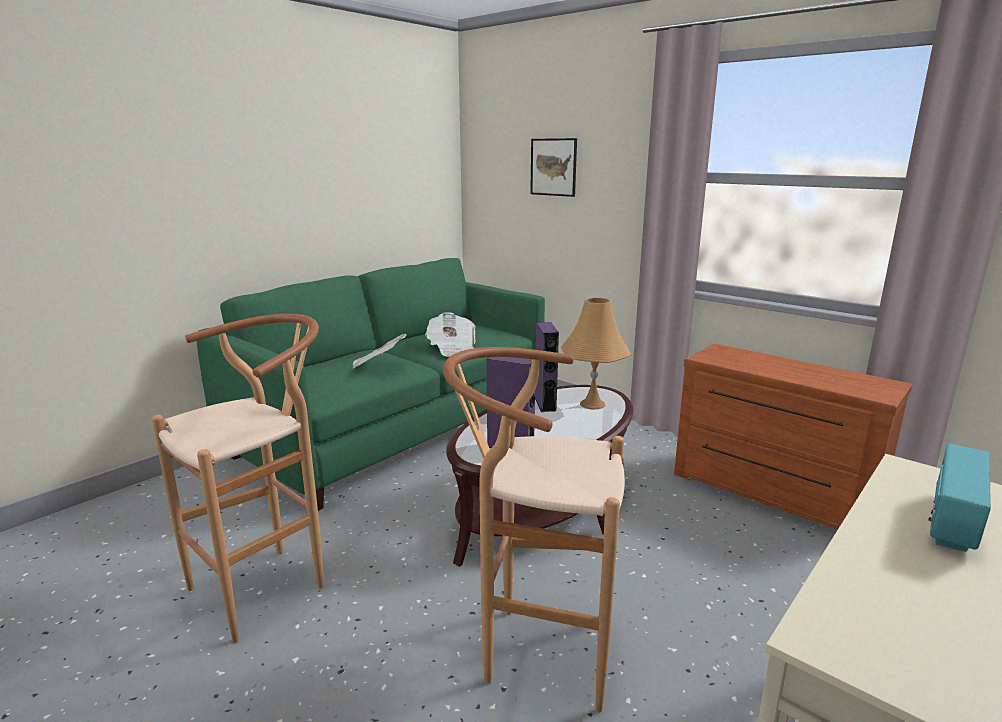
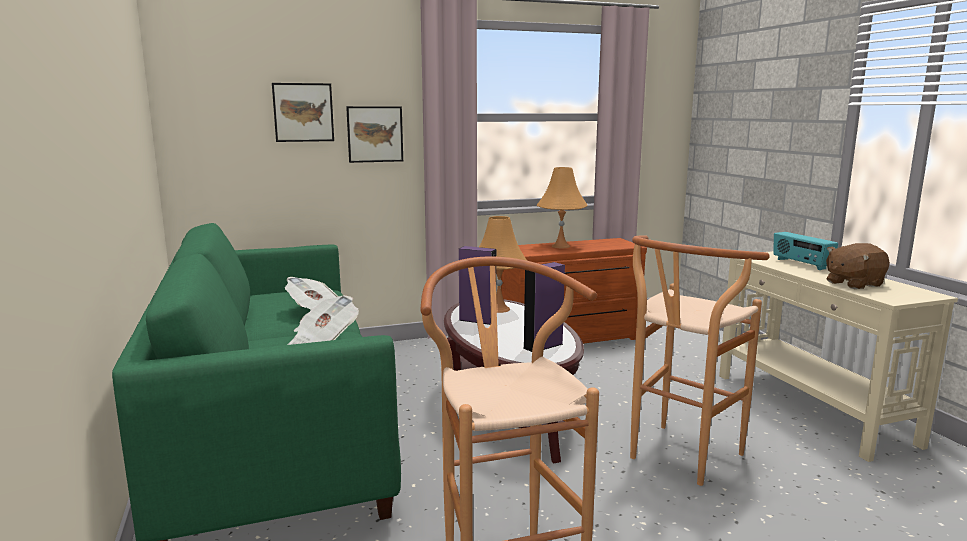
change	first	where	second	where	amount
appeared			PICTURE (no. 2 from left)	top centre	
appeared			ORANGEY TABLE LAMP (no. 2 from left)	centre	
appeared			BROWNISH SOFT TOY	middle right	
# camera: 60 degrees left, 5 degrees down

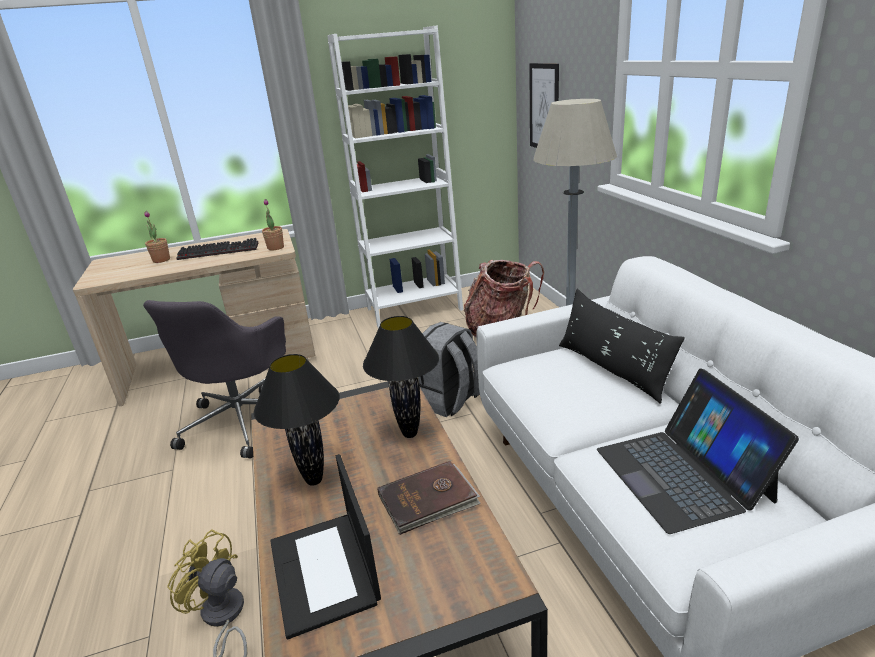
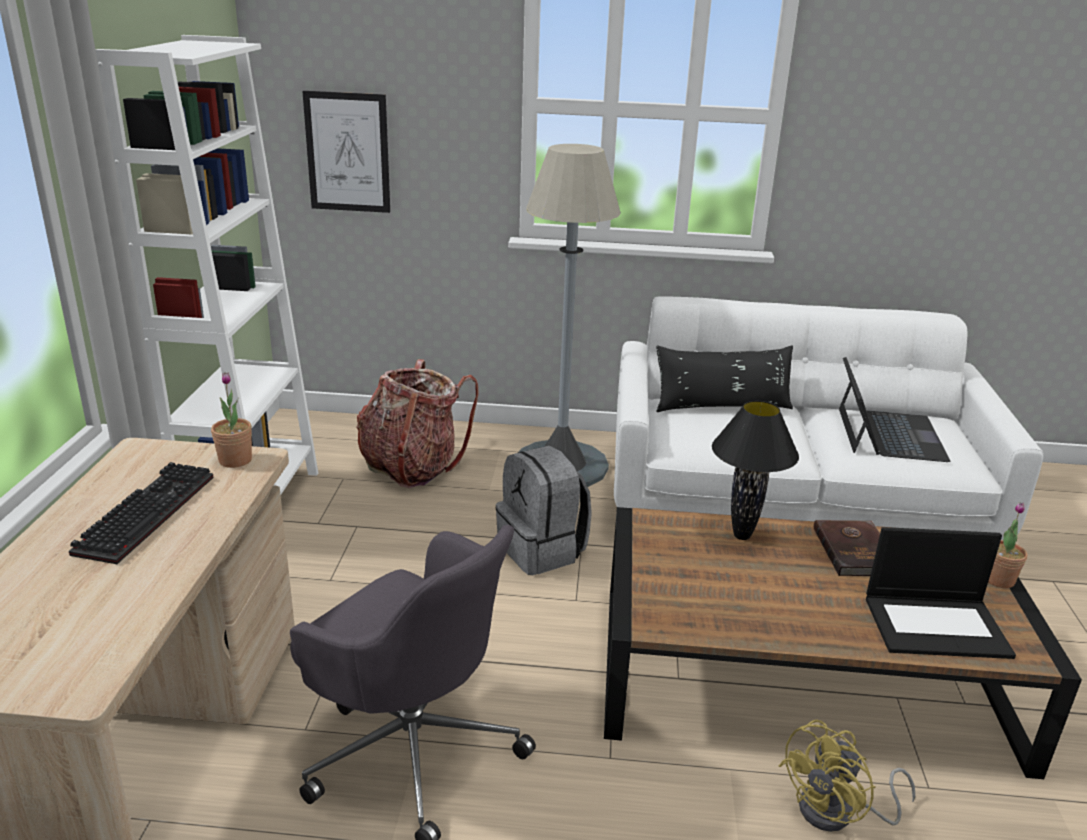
change	first	where	second	where	amount
missing	BLACK-COLOURED TABLE LAMP (no. 1 from left)	centre			
relocated	HOUSEPLANT (no. 1 from left in the first image)	middle left	HOUSEPLANT (no. 2 from left)	middle right	
spun	PORTABLE COMPUTER (no. 2 from left in the first image)	bottom right	PORTABLE COMPUTER (no. 1 from left)	middle right	90 degrees counterclockwise
# camera: 70 degrees left, 0 degrees up

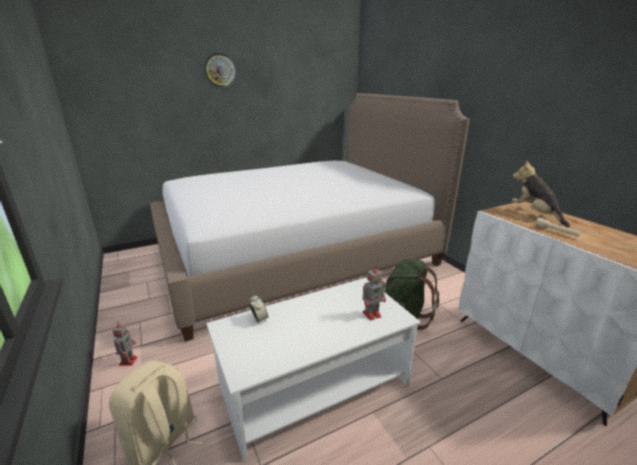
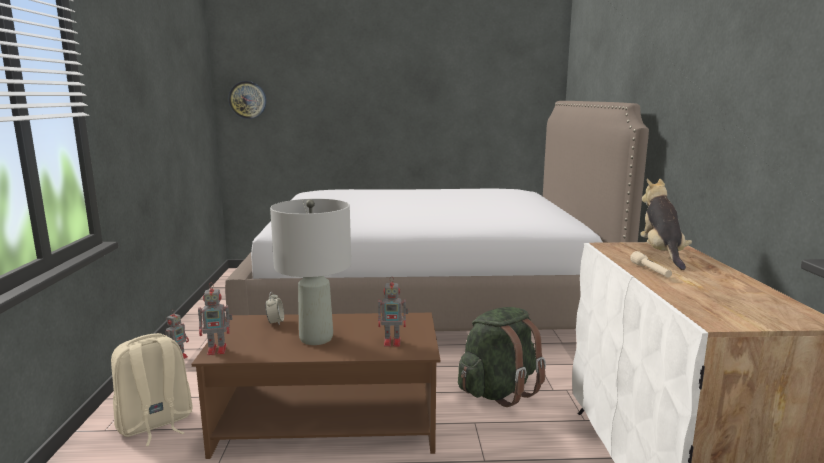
change	first	where	second	where	amount
appeared			ROBOT FIGURE (no. 2 from left)	bottom left	
appeared			GRAY TABLE LAMP	centre	
relocated	HANGING CLOCK	top centre		top left	
colour	WHITE LOUNGE TABLE	bottom centre	BROWNISH LOUNGE TABLE	bottom centre	
# camera: 25 degrees right, 10 degrees down

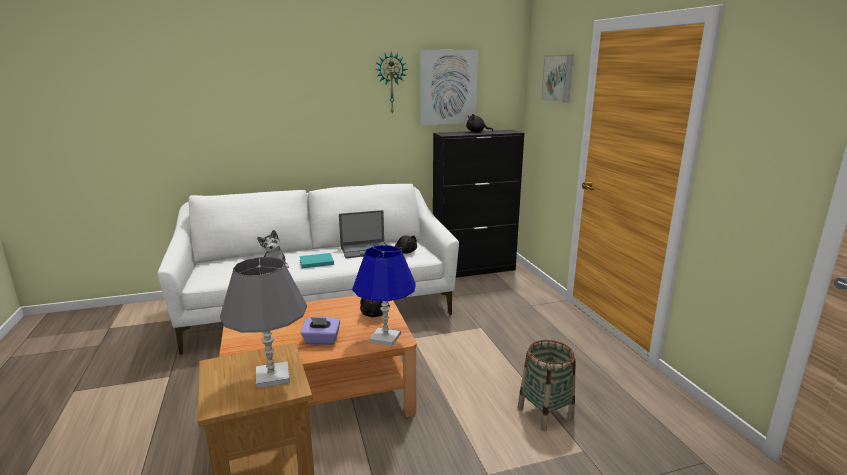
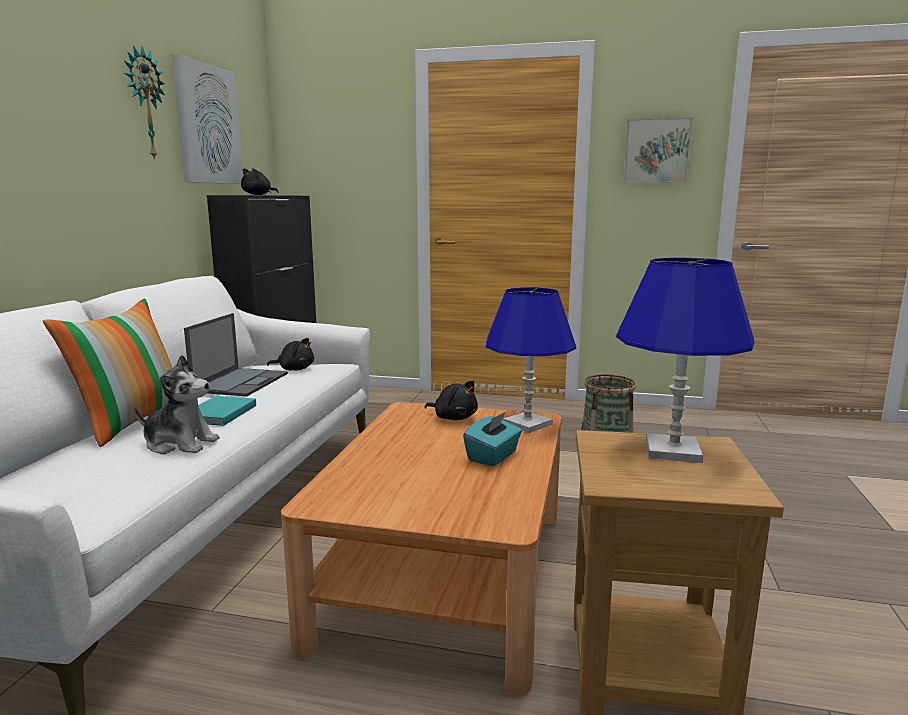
change	first	where	second	where	amount
appeared			THROW PILLOW	middle left	
relocated	PICTURE (no. 2 from left)	top centre		top right	
colour	GRAY TABLE LAMP	bottom left	BLUE TABLE LAMP (no. 2 from left)	middle right	
colour	PURPLE TISSUE HOLDER	bottom centre	TURQUOISE-COLOURED TISSUE HOLDER	centre	
# camera: 60 degrees left, 5 degrees down

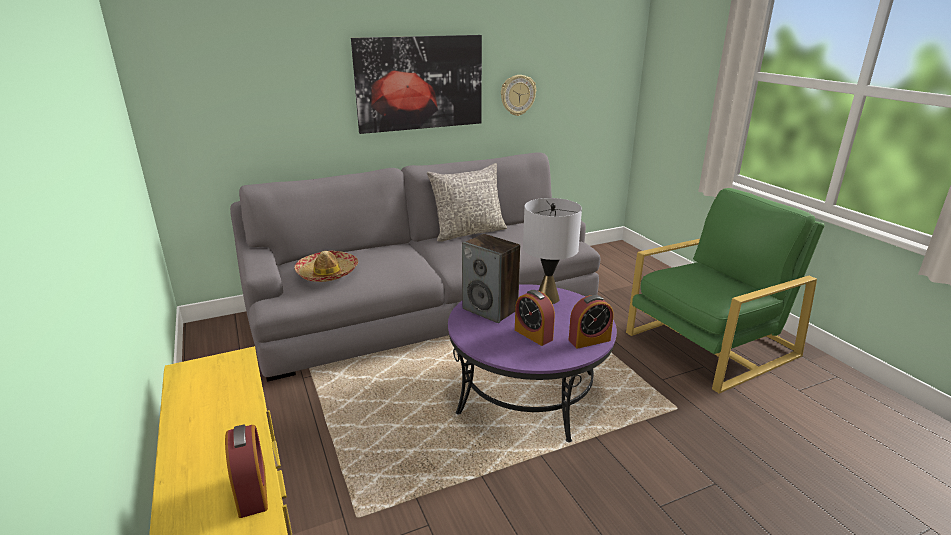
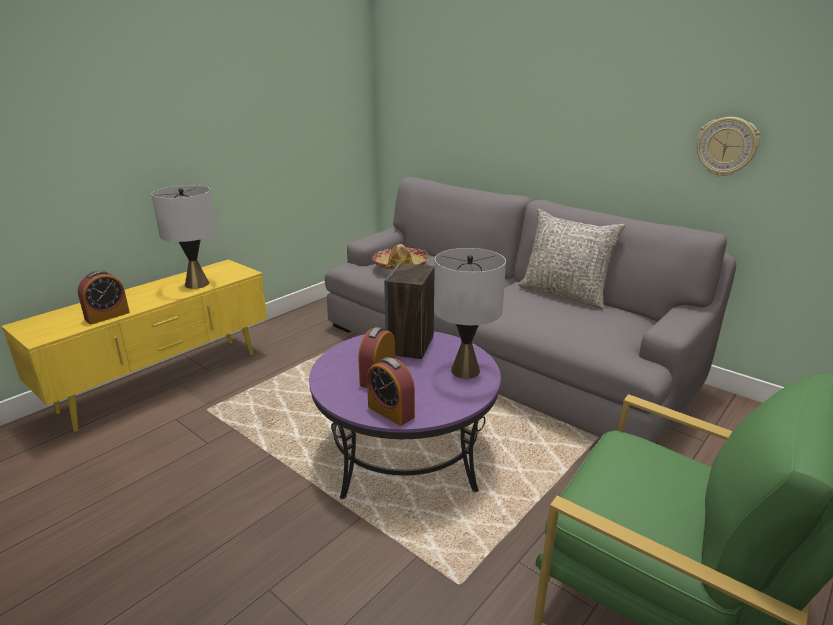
change	first	where	second	where	amount
missing	PICTURE	top centre			
appeared			GRAY TABLE LAMP (no. 1 from left)	middle left	
# camera: 65 degrees right, 0 degrees up

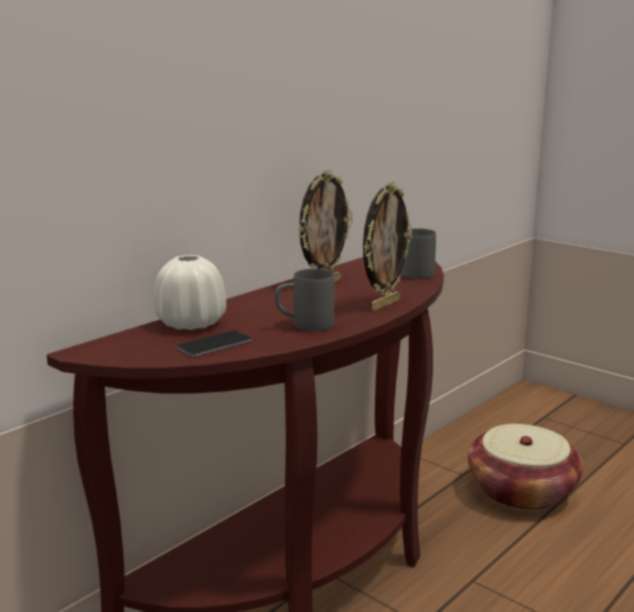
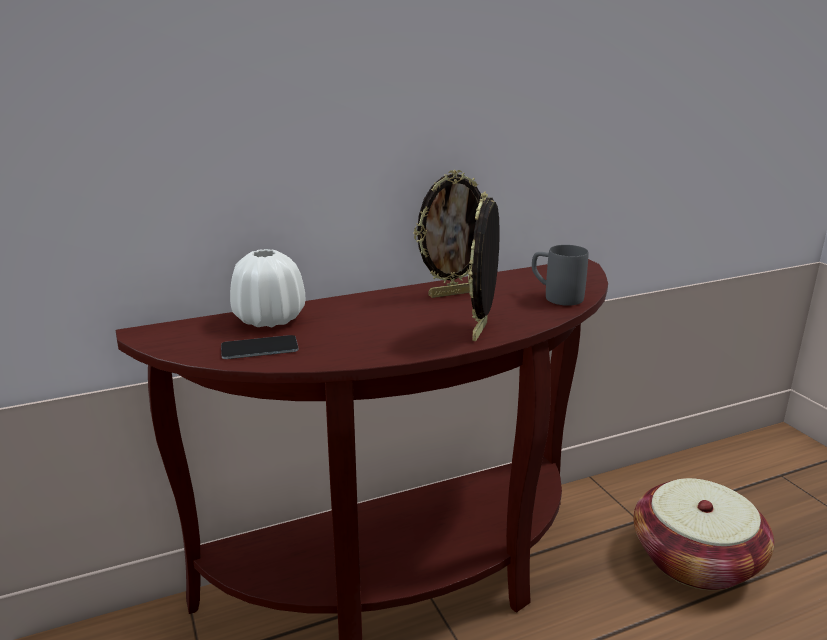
change	first	where	second	where	amount
missing	GRAY TEA MUG (no. 1 from left)	centre			
spun	PHOTO FRAME (no. 2 from left)	centre		centre	135 degrees clockwise
# camera: 25 degrees right, 5 degrees up

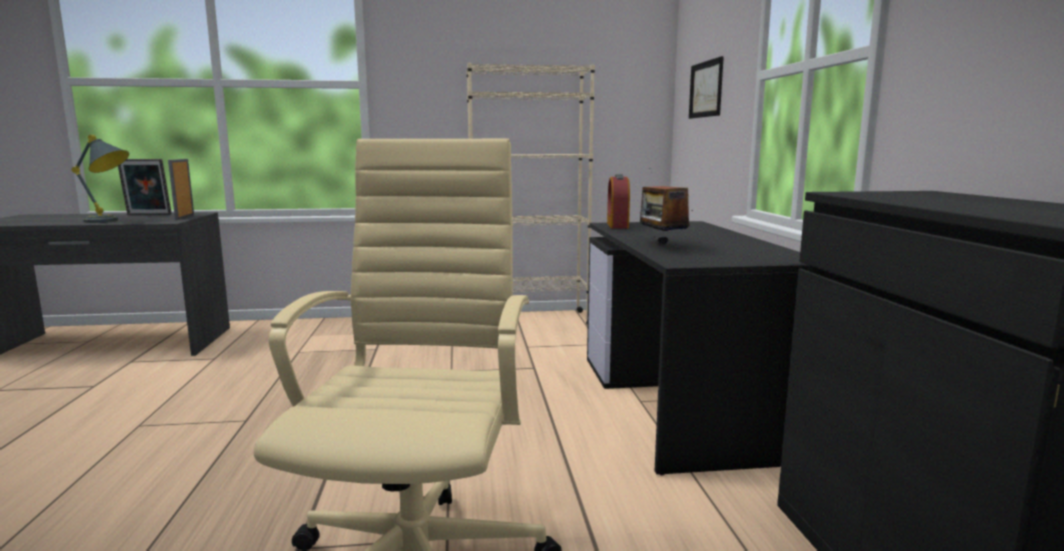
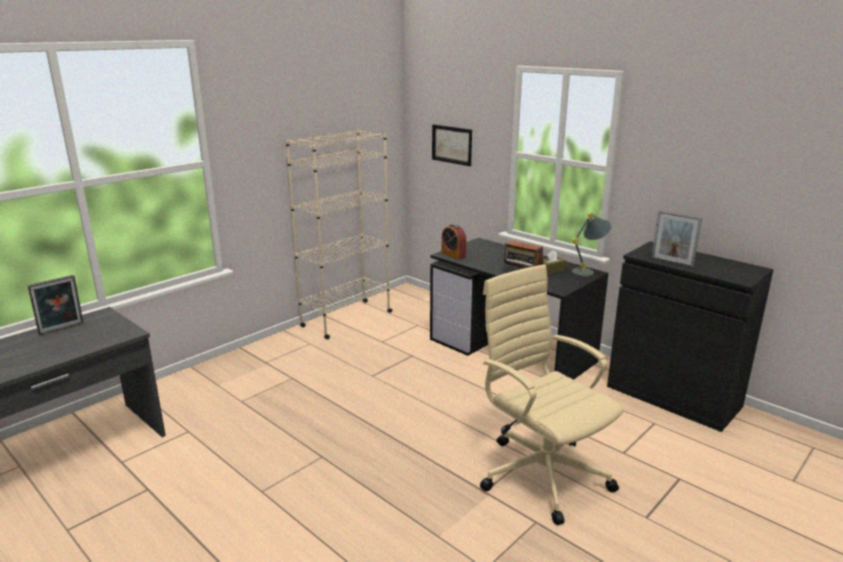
change	first	where	second	where	amount
appeared			BROWNISH TISSUE HOLDER	centre	
relocated	GRAY TABLE LAMP	top left		middle right	
relocated	PHOTO FRAME (no. 2 from left)	middle left		middle right	
# camera: 40 degrees left, 10 degrees up

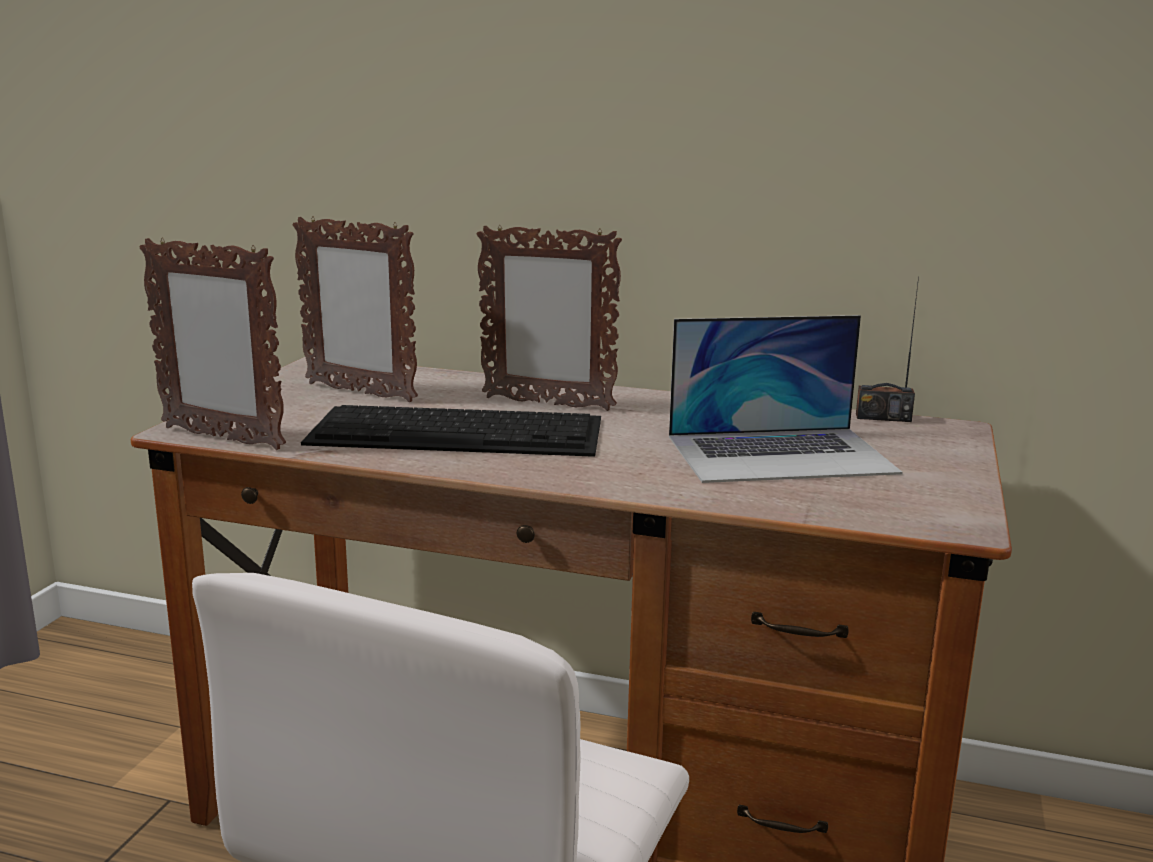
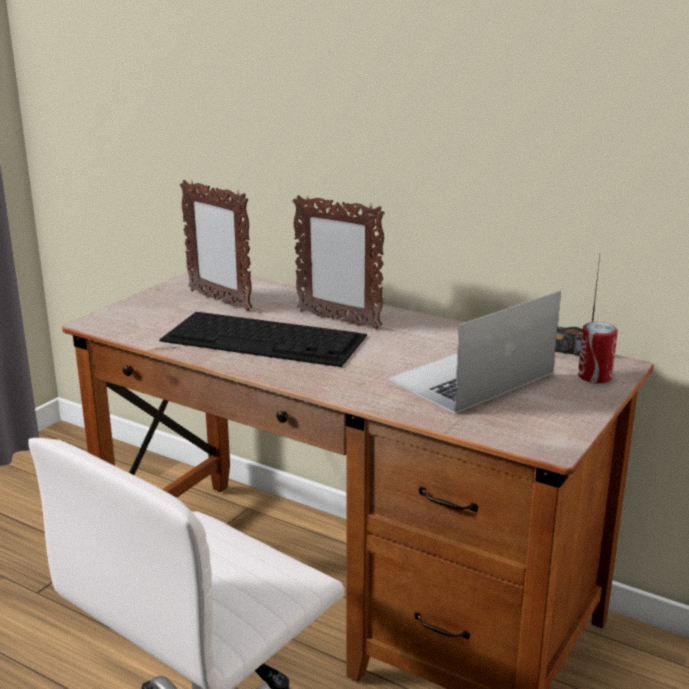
change	first	where	second	where	amount
missing	PHOTO FRAME (no. 1 from left)	middle left			
appeared			METAL CAN	middle right	
spun	PORTABLE COMPUTER	middle right		middle right	135 degrees clockwise
# camera: 15 degrees right, 5 degrees up

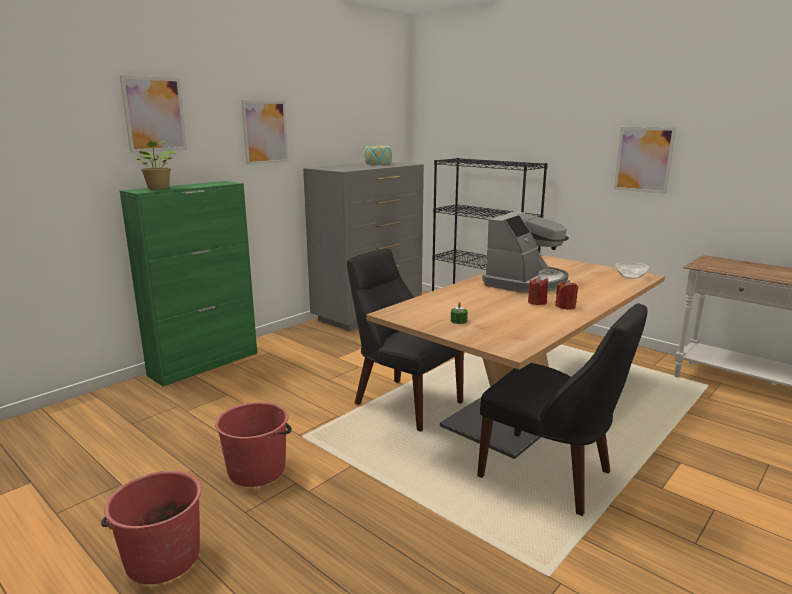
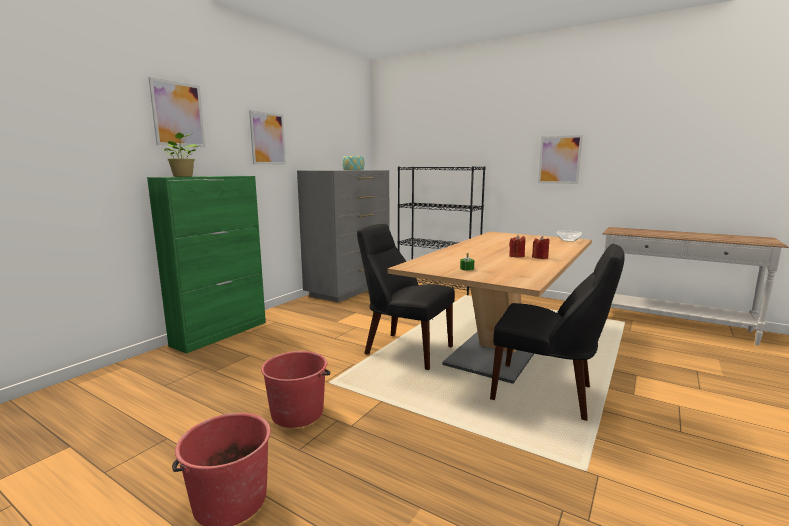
change	first	where	second	where	amount
missing	COFFEE BREWER	centre			
# camera: 10 degrees left, 5 degrees down

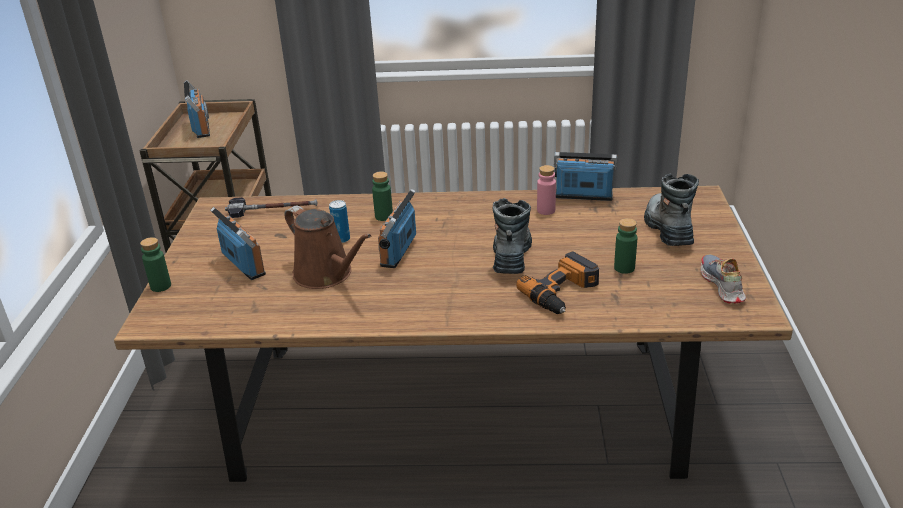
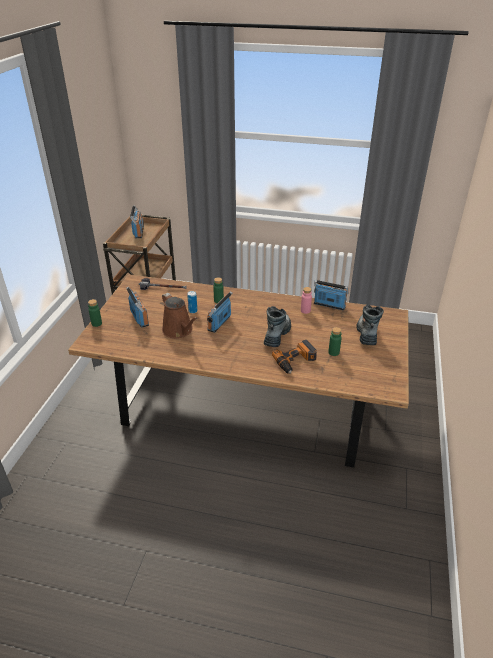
change	first	where	second	where	amount
missing	ITEM OF FOOTWEAR	middle right			
# camera: 10 degrees right, 5 degrees up

